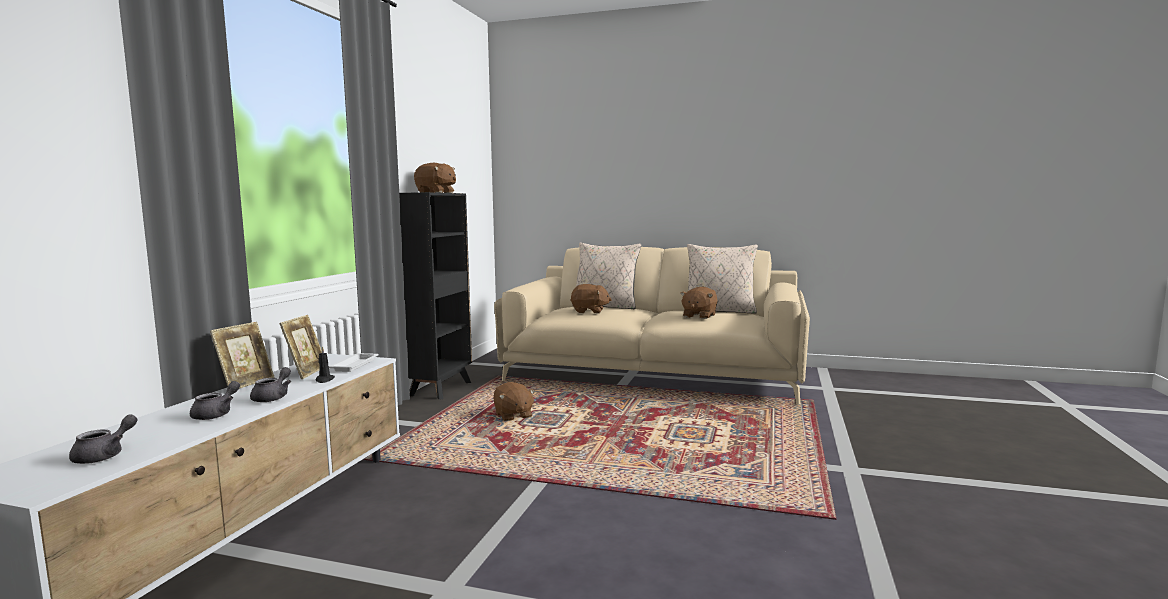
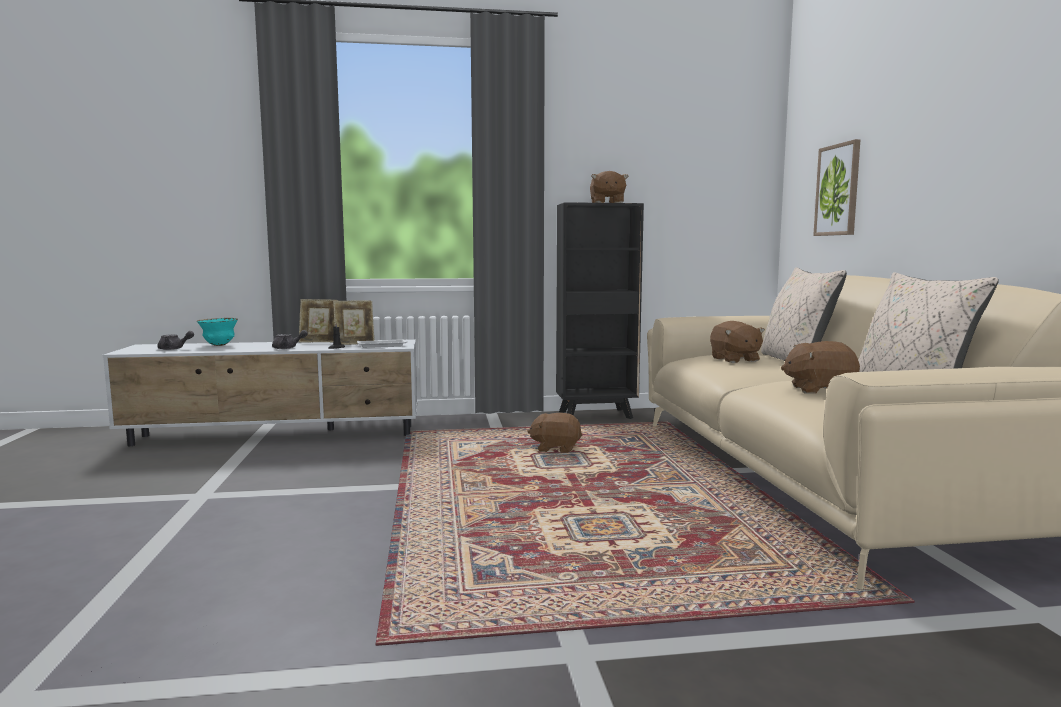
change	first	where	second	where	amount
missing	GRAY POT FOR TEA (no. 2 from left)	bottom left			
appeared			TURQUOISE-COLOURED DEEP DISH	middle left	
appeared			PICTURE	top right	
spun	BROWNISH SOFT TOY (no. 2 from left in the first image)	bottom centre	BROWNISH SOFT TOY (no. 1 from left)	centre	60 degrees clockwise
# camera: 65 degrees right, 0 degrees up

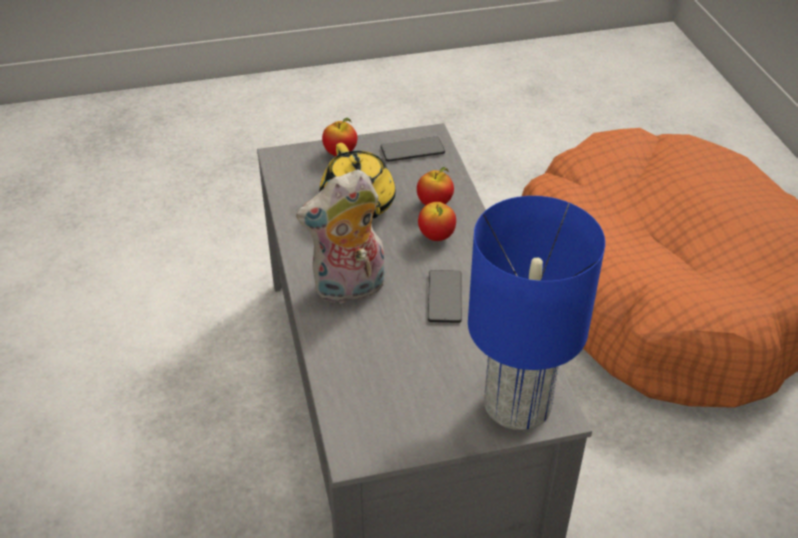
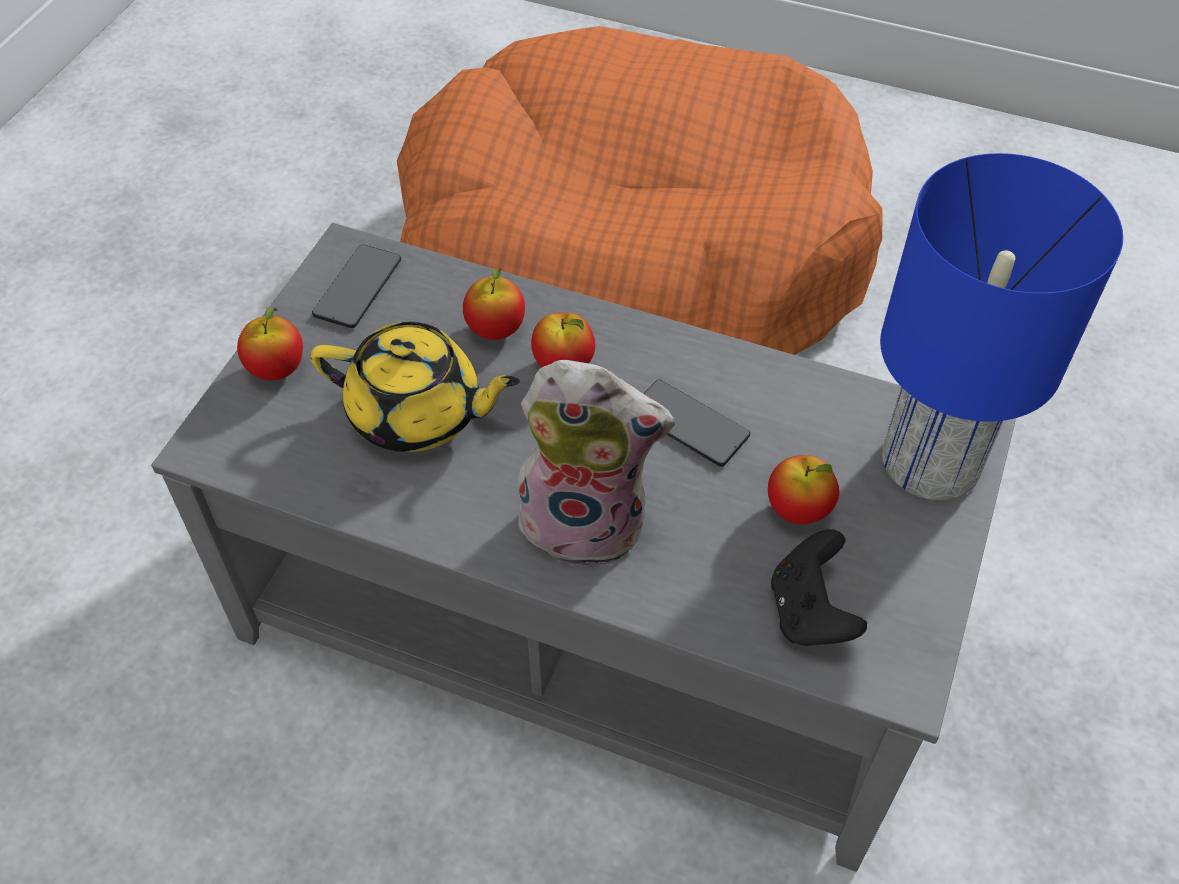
change	first	where	second	where	amount
appeared			APPLE FRUIT (no. 4 from left)	middle right	
appeared			BLACK-COLOURED JOYPAD	middle right	
spun	SOFT TOY	centre		centre	90 degrees counterclockwise
# camera: 55 degrees left, 10 degrees up

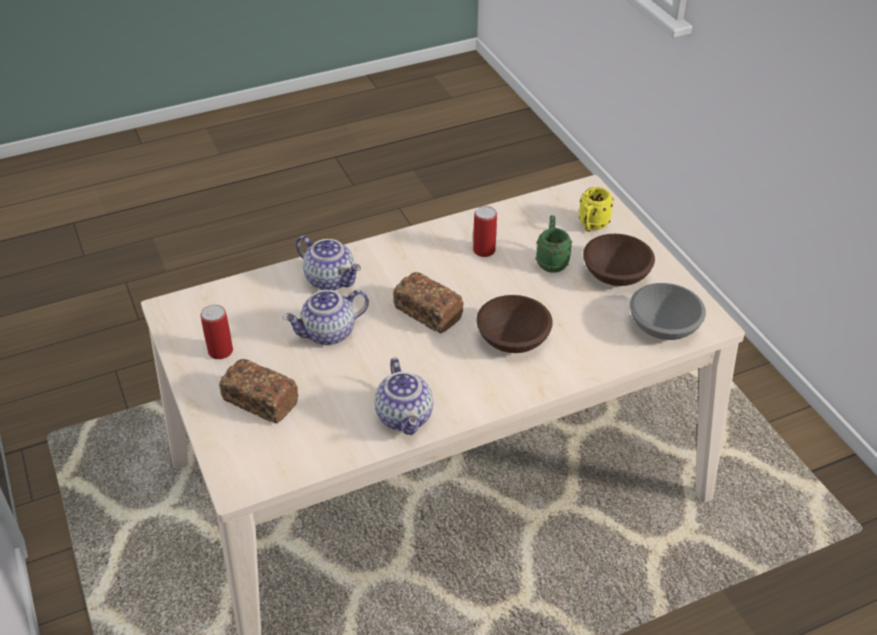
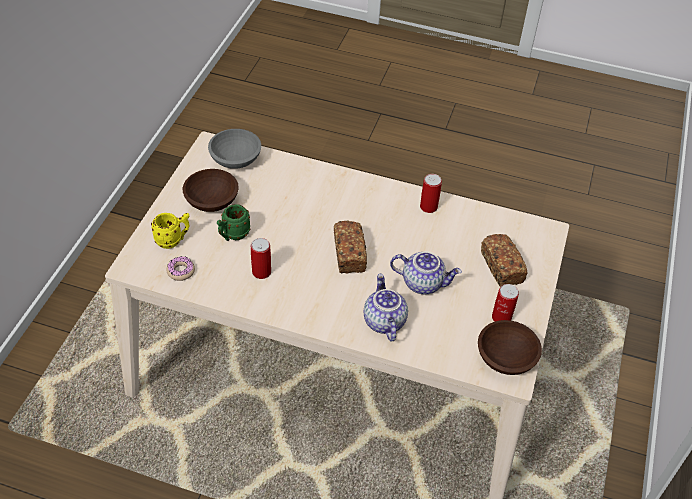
change	first	where	second	where	amount
appeared			DOUGHNUT	middle left	
relocated	BROWNISH DEEP DISH (no. 1 from left in the first image)	centre	BROWNISH DEEP DISH (no. 2 from left)	bottom right	
exchanged	POT FOR TEA (no. 3 from left)	centre	METAL CAN (no. 2 from left)	centre	
# camera: 140 degrees left, 5 degrees up

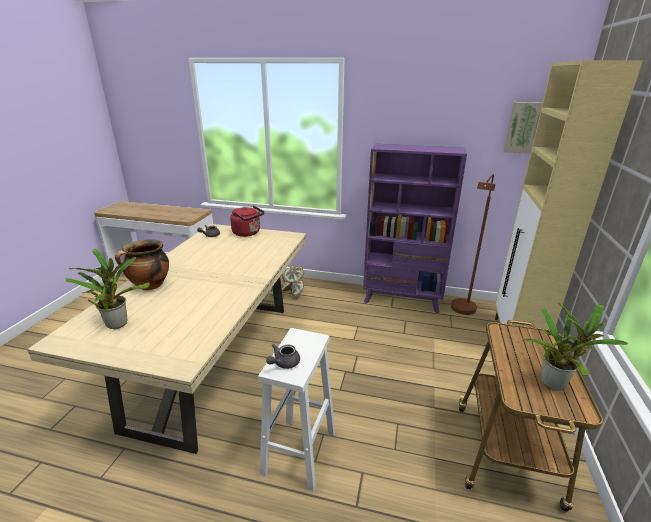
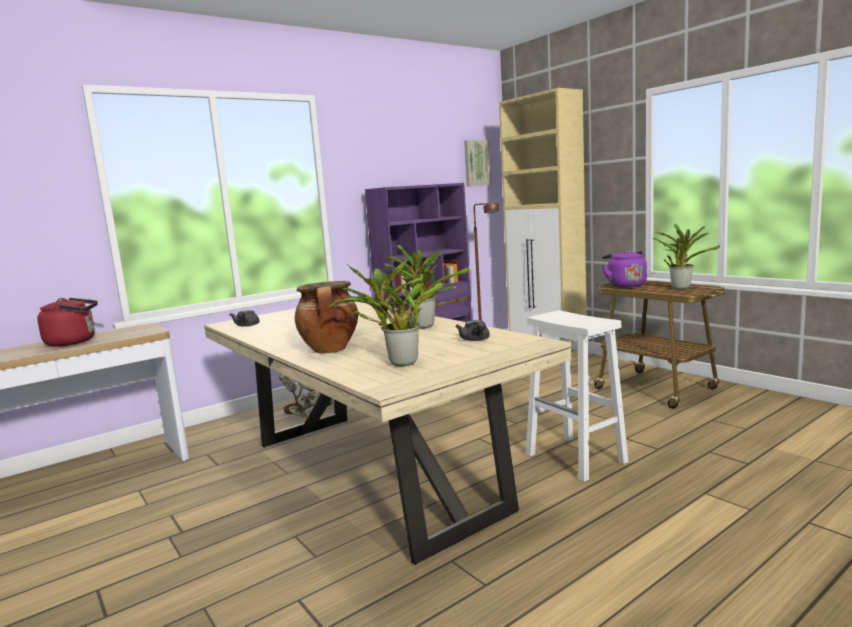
change	first	where	second	where	amount
appeared			HOUSEPLANT (no. 3 from left)	centre	
appeared			PURPLE TEA KETTLE	middle right	
relocated	RED-COLOURED TEA KETTLE	centre		middle left	
relocated	GRAY POT FOR TEA (no. 2 from left)	bottom centre		centre	
# camera: 50 degrees left, 15 degrees down

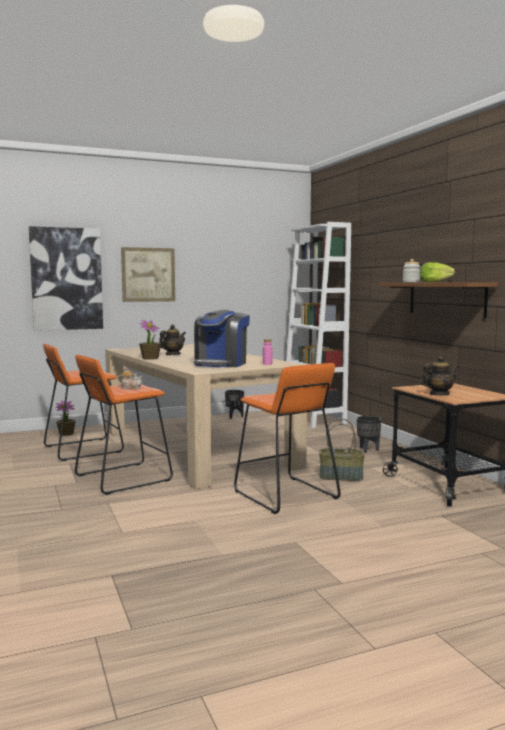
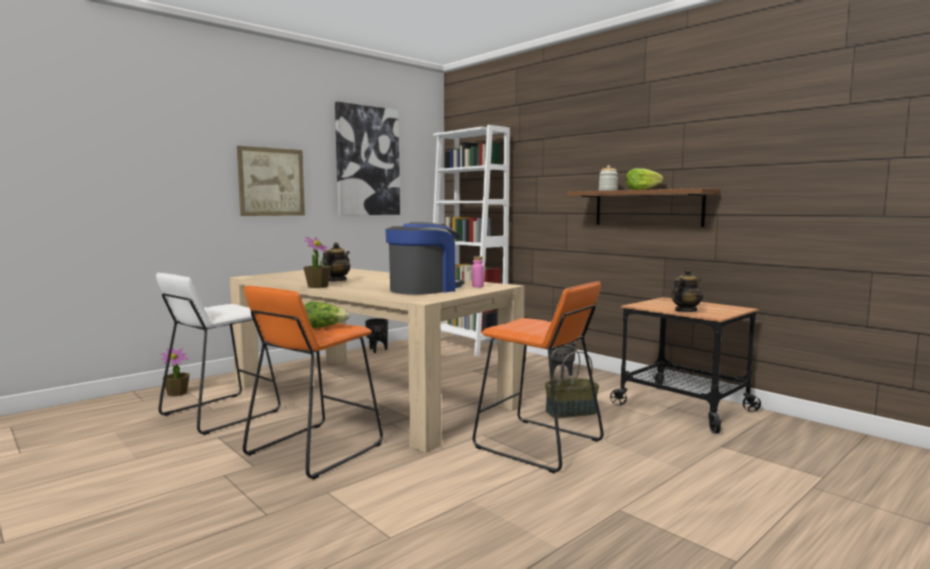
change	first	where	second	where	amount
relocated	PICTURE (no. 1 from left in the first image)	middle left	PICTURE (no. 2 from left)	top centre	
exchanged	POT FOR TEA (no. 1 from left)	middle left	LETTUCE (no. 1 from left)	centre	
colour	ORANGEY SITTING STOOL (no. 1 from left)	middle left	WHITE SITTING STOOL	middle left	
spun	COFFEE BREWER	centre		centre	135 degrees counterclockwise
# camera: 20 degrees left, 0 degrees up

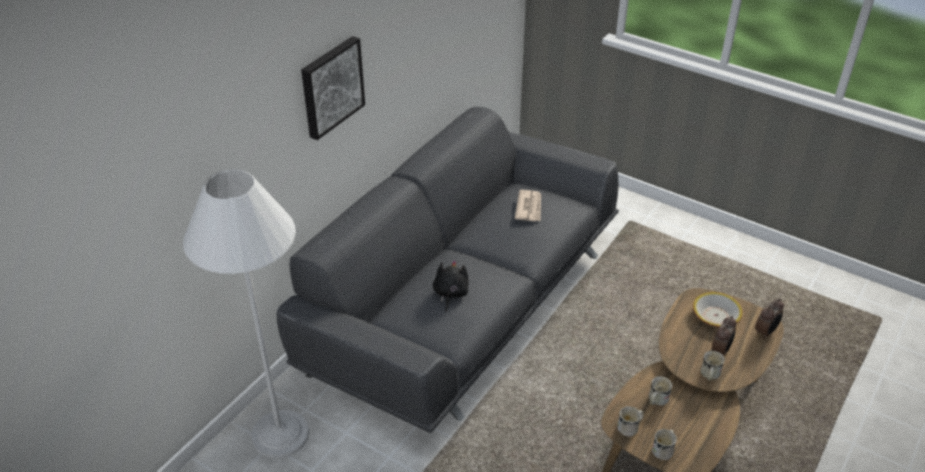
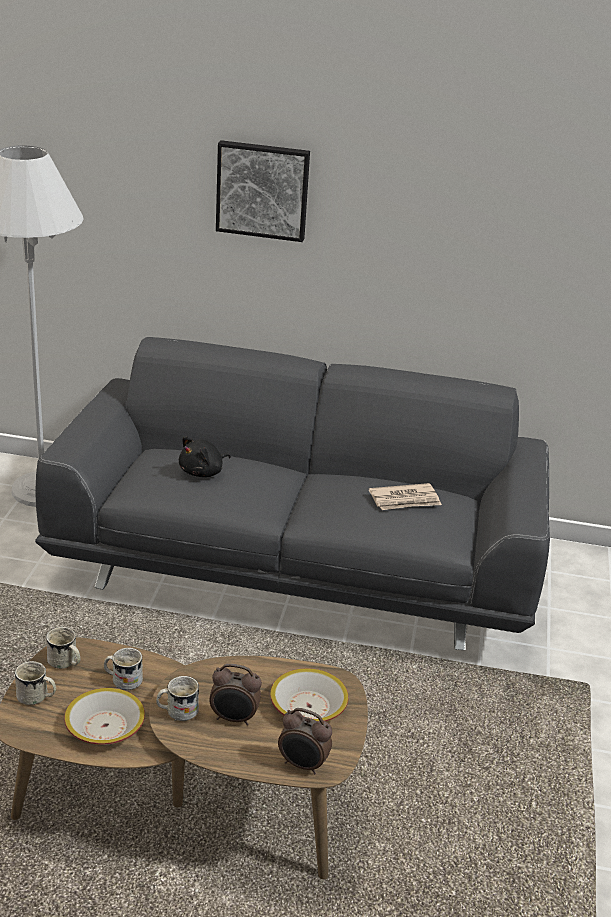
change	first	where	second	where	amount
appeared			DEEP DISH (no. 1 from left)	bottom left	
spun	BLACK-COLOURED SOFT TOY	centre		centre	150 degrees clockwise
# camera: 65 degrees right, 10 degrees down

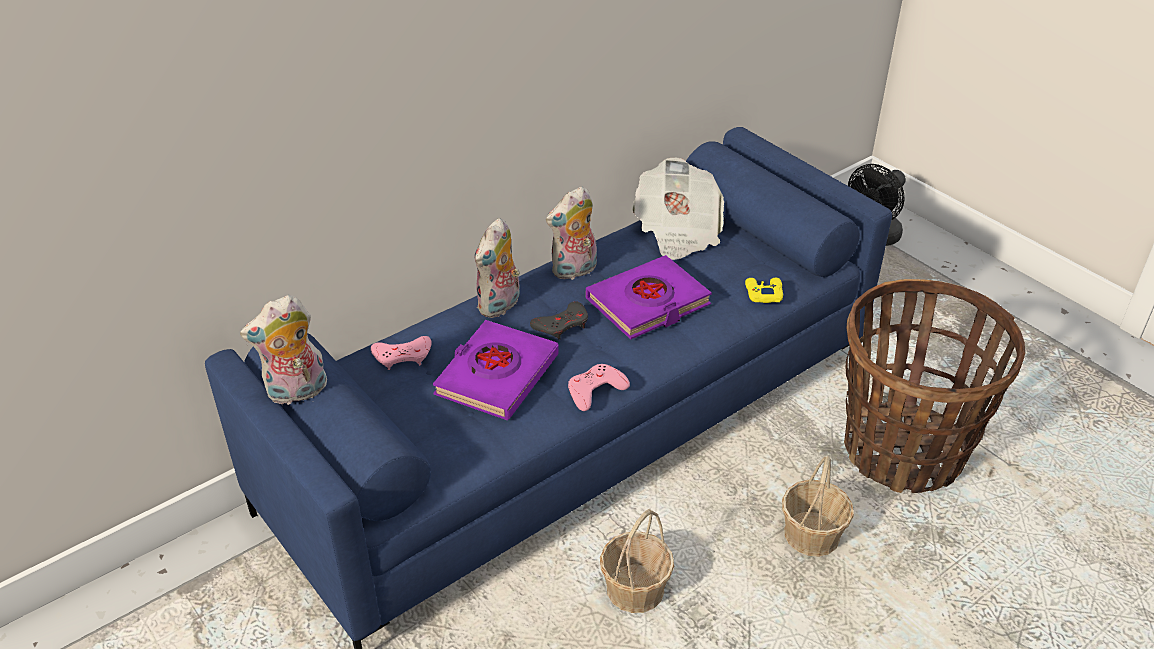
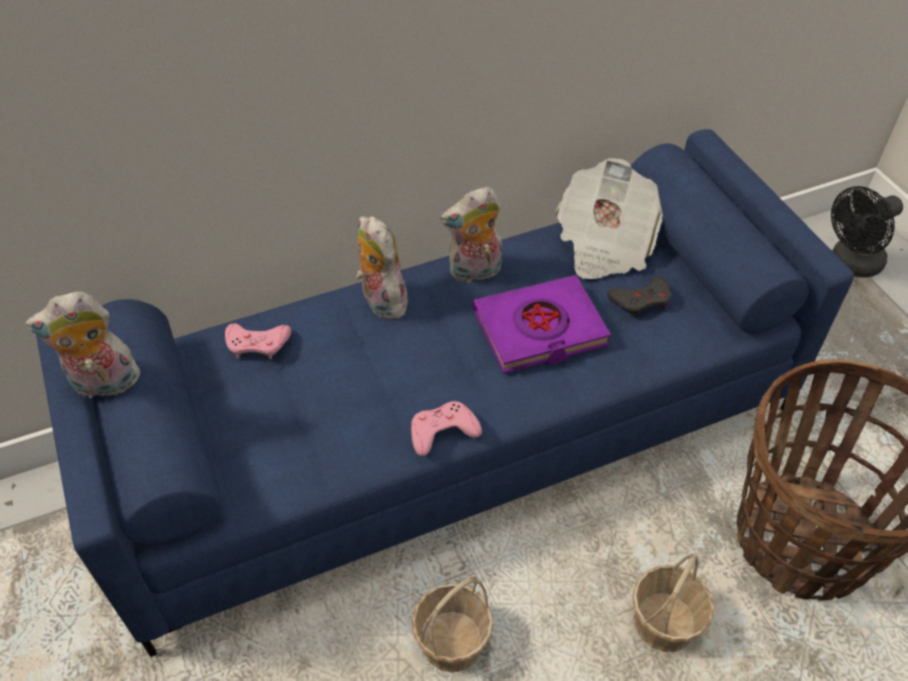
change	first	where	second	where	amount
missing	PURPLE BOOK (no. 1 from left)	centre			
missing	YELLOW JOYPAD	centre			
relocated	GRAY JOYPAD	centre		middle right	
spun	SOFT TOY (no. 2 from left)	centre		centre	105 degrees clockwise
# camera: 15 degrees right, 10 degrees up

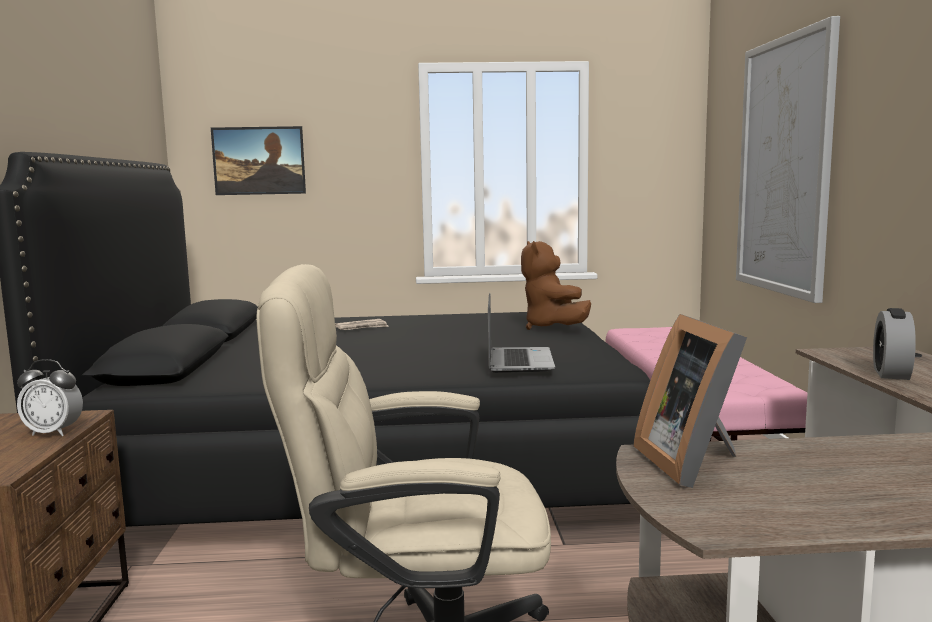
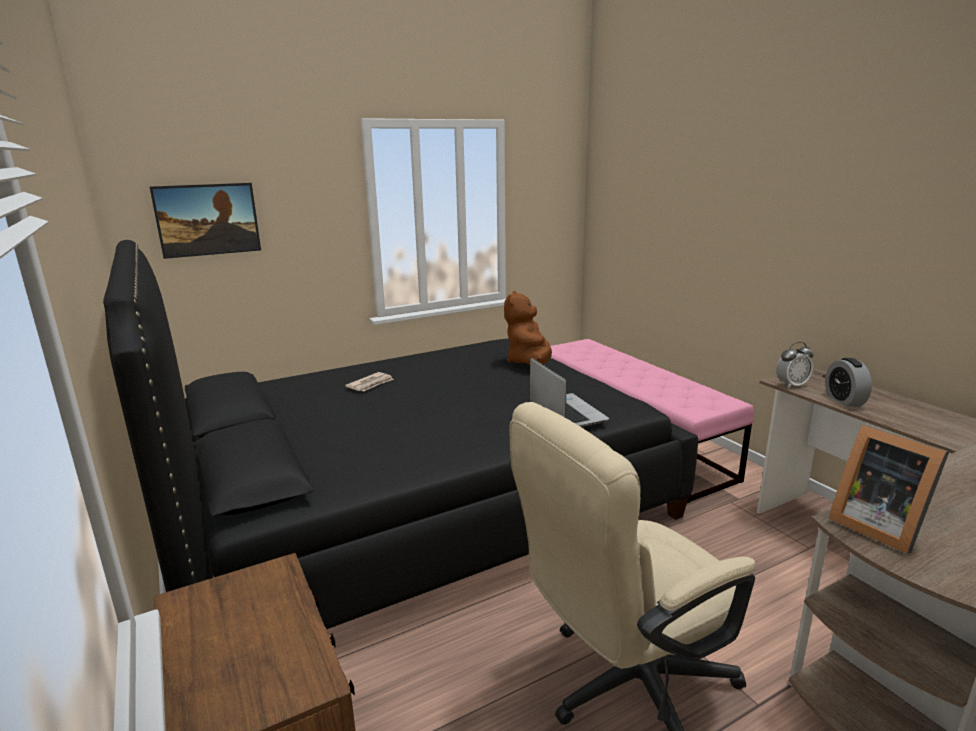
change	first	where	second	where	amount
missing	PICTURE (no. 2 from left)	top right			
relocated	TABLE CLOCK (no. 1 from left)	middle left		middle right	
spun	BROWNISH SOFT TOY	centre		centre	45 degrees clockwise
# camera: 25 degrees left, 10 degrees up

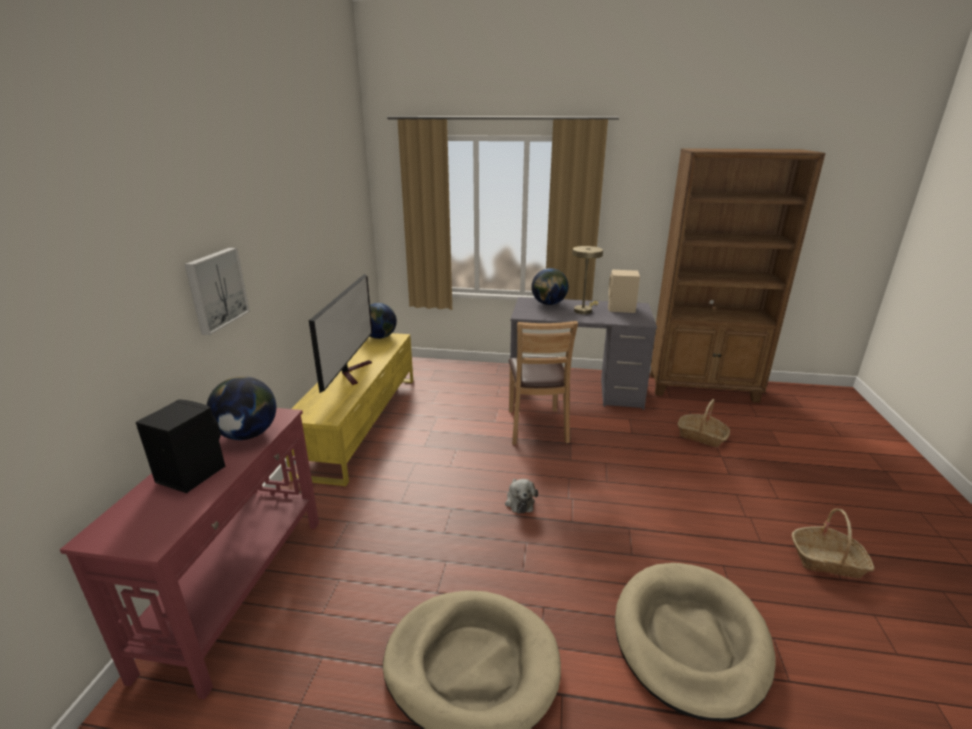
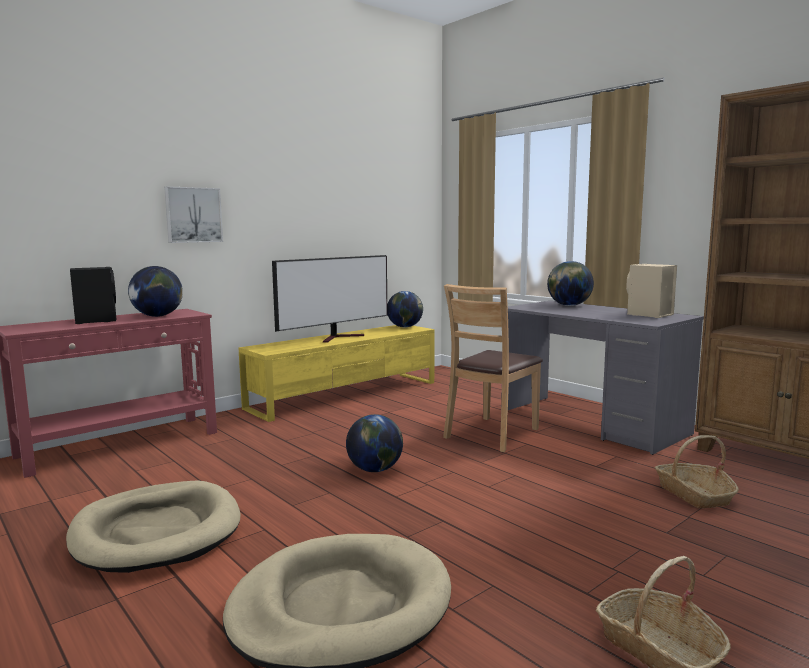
change	first	where	second	where	amount
missing	BEIGE-COLOURED TABLE LAMP	centre			
exchanged	SOFT TOY	bottom centre	DESK GLOBE (no. 2 from left)	centre	
# camera: 40 degrees right, 15 degrees down

